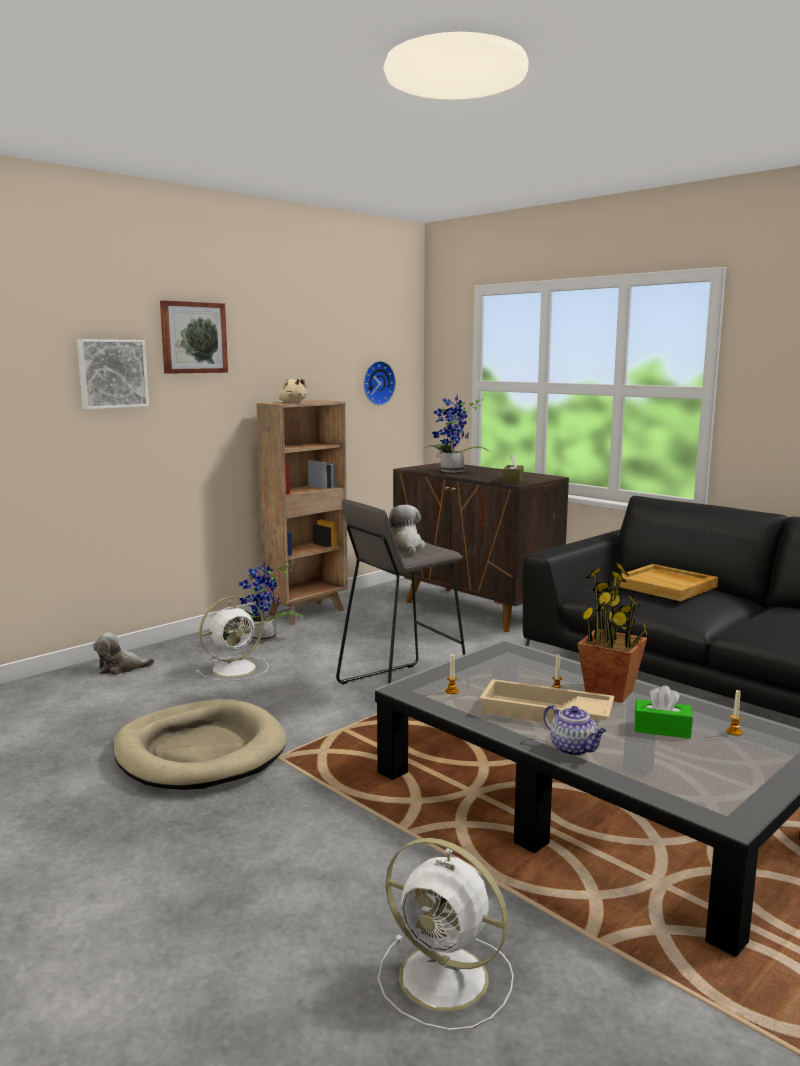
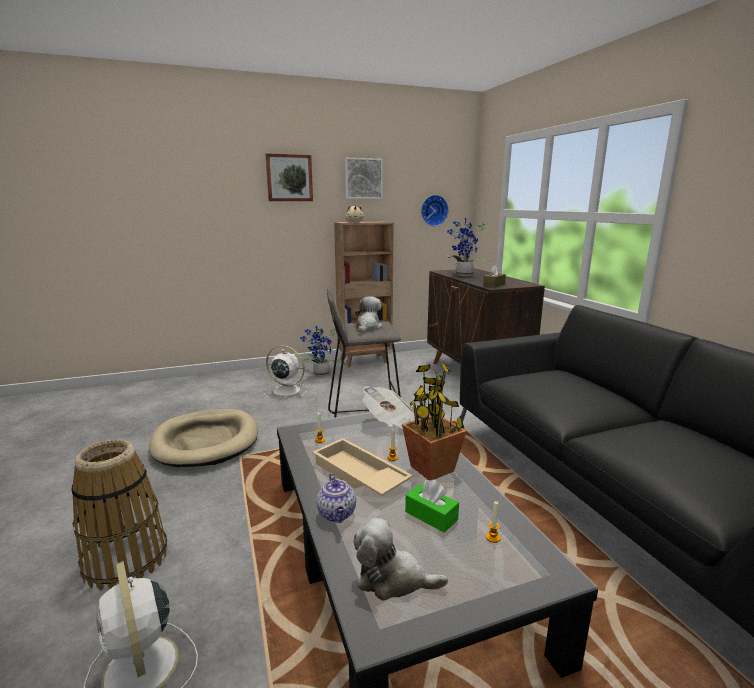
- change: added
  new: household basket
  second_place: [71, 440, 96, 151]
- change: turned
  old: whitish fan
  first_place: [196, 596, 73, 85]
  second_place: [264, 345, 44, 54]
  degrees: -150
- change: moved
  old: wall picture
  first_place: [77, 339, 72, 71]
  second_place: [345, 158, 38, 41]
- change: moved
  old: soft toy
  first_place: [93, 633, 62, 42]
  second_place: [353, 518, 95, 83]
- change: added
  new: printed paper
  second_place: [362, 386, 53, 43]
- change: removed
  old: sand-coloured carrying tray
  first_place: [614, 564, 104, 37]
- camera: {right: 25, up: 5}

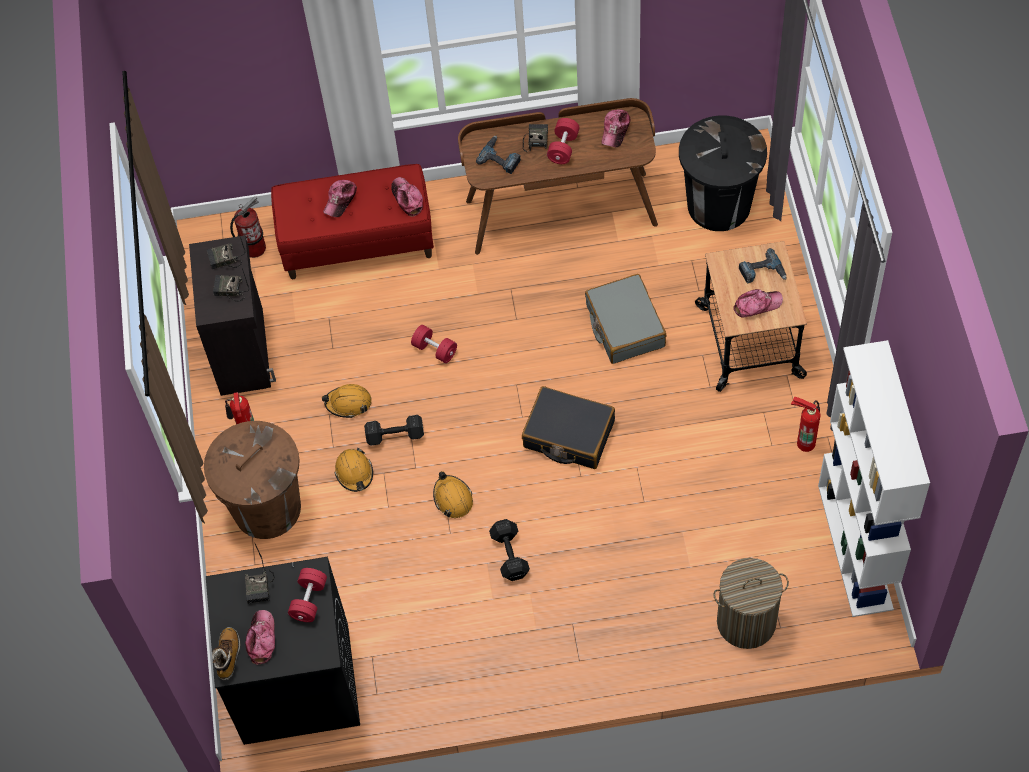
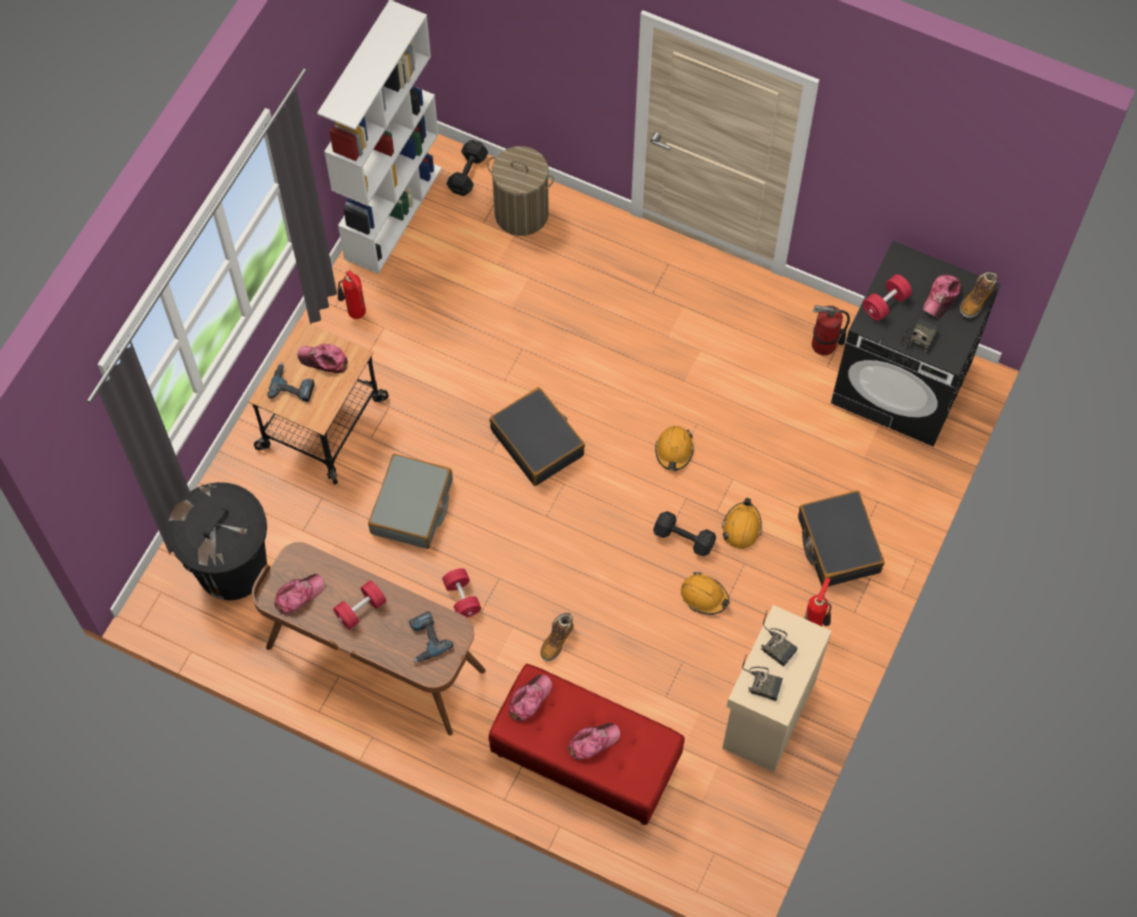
- change: moved
  old: red hand weight
  first_place: [411, 325, 46, 38]
  second_place: [442, 568, 39, 50]
- change: moved
  old: blackish hand weight
  first_place: [489, 519, 41, 62]
  second_place: [446, 140, 42, 56]
- change: turned
  old: cap
  first_place: [391, 177, 32, 40]
  second_place: [508, 674, 44, 47]
  degrees: -150
- change: added
  new: high-top boot
  second_place: [540, 613, 33, 48]
- change: recoloured
  old: blackish storage cabinet
  new: sand-coloured storage cabinet
  first_place: [189, 235, 87, 161]
  second_place: [722, 605, 110, 167]
- change: replaced
  old: brownish waste bin
  new: blackish piece of luggage
  first_place: [204, 421, 97, 118]
  second_place: [798, 491, 87, 96]
- change: moved
  old: fire-fighting cylinder
  first_place: [230, 196, 36, 62]
  second_place: [812, 305, 38, 50]
- change: removed
  old: radio receiver
  first_place: [523, 124, 25, 28]
- camera: {right: -150, up: 5}

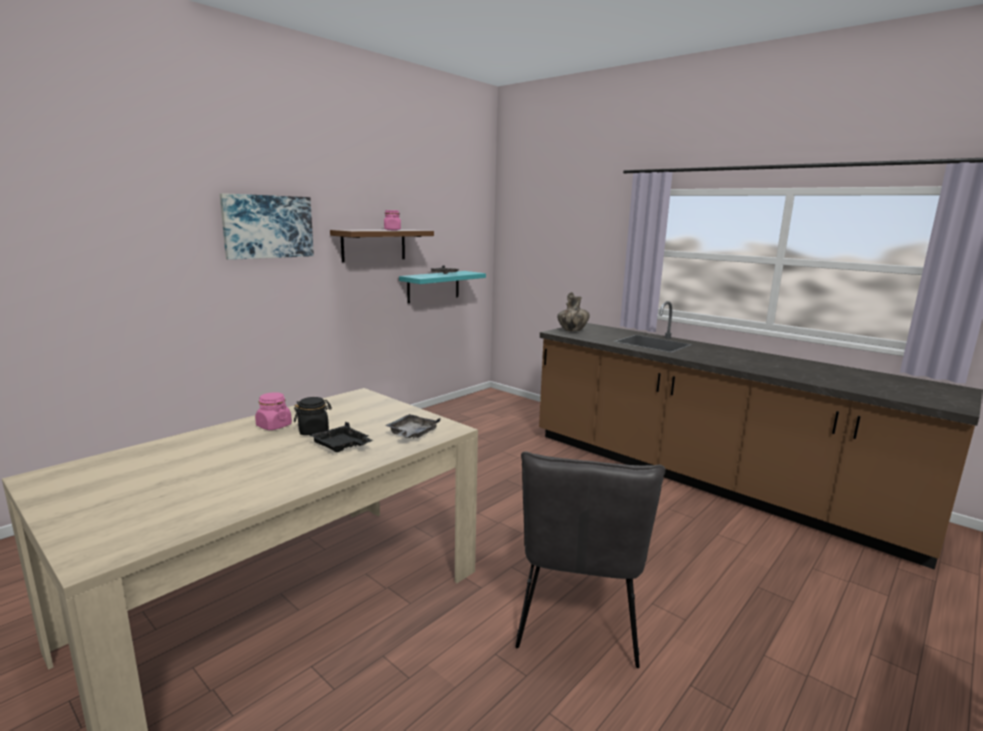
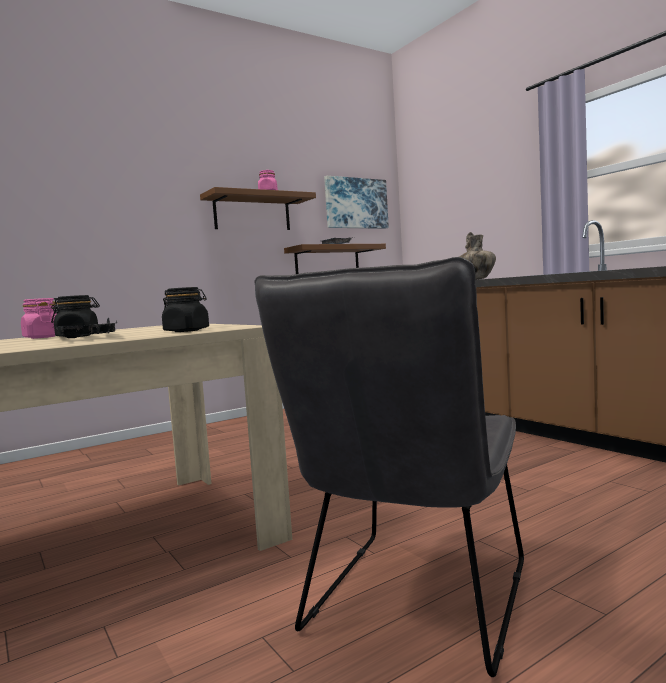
- change: replaced
  old: gray carrying tray
  new: blackish preserve jar
  first_place: [385, 414, 55, 24]
  second_place: [162, 287, 47, 45]
- change: recoloured
  old: blue-green wall shelf
  new: brownish wall shelf
  first_place: [399, 271, 87, 33]
  second_place: [284, 244, 102, 30]
- change: moved
  old: wall picture
  first_place: [220, 193, 94, 67]
  second_place: [324, 176, 65, 53]
- camera: {right: 15, up: -10}

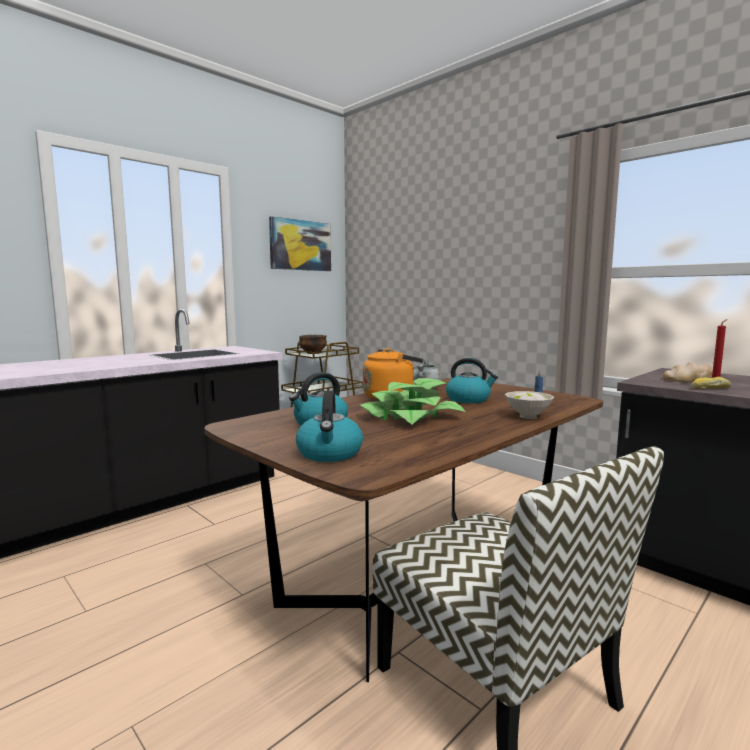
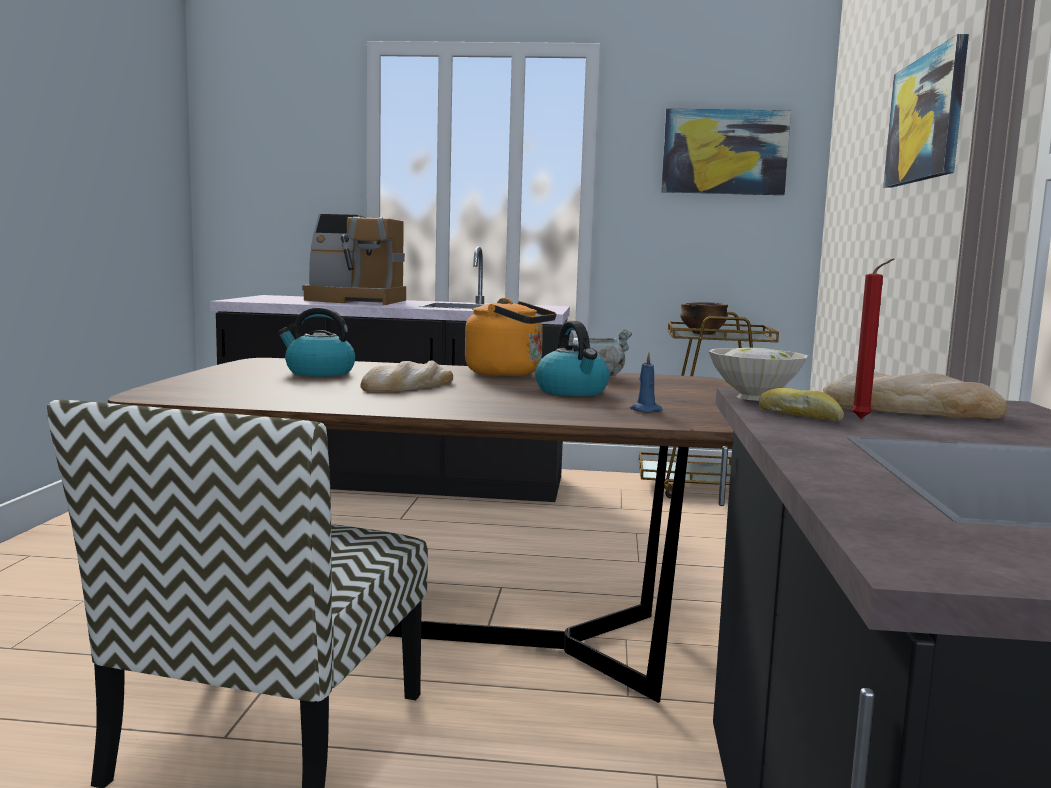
- change: added
  new: coffee machine
  second_place: [302, 214, 104, 91]
- change: replaced
  old: houseplant
  new: bread
  first_place: [360, 378, 105, 46]
  second_place: [361, 360, 92, 32]
- change: moved
  old: whitish bowl
  first_place: [505, 391, 49, 28]
  second_place: [708, 348, 100, 53]
- change: added
  new: wall picture
  second_place: [883, 34, 86, 154]
- change: removed
  old: water kettle
  first_place: [296, 390, 67, 72]
- camera: {right: 50, up: 0}

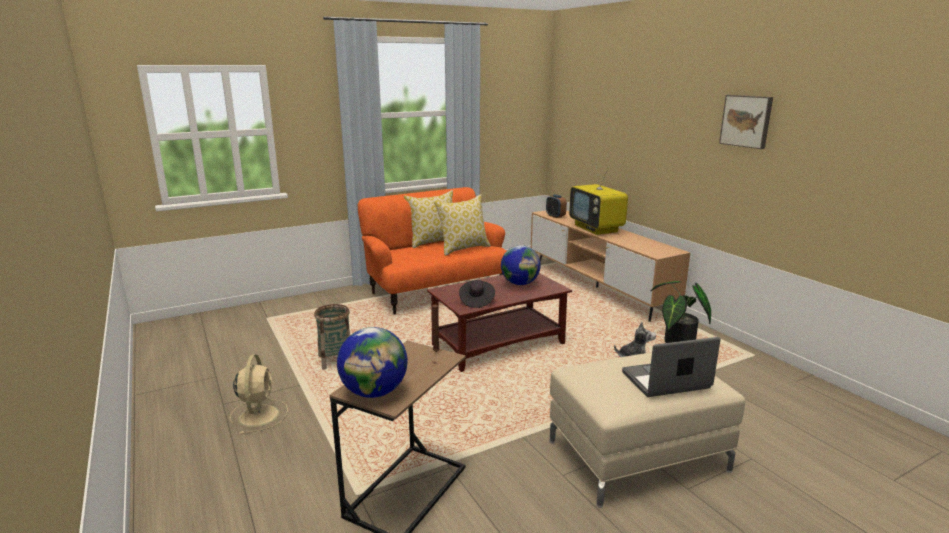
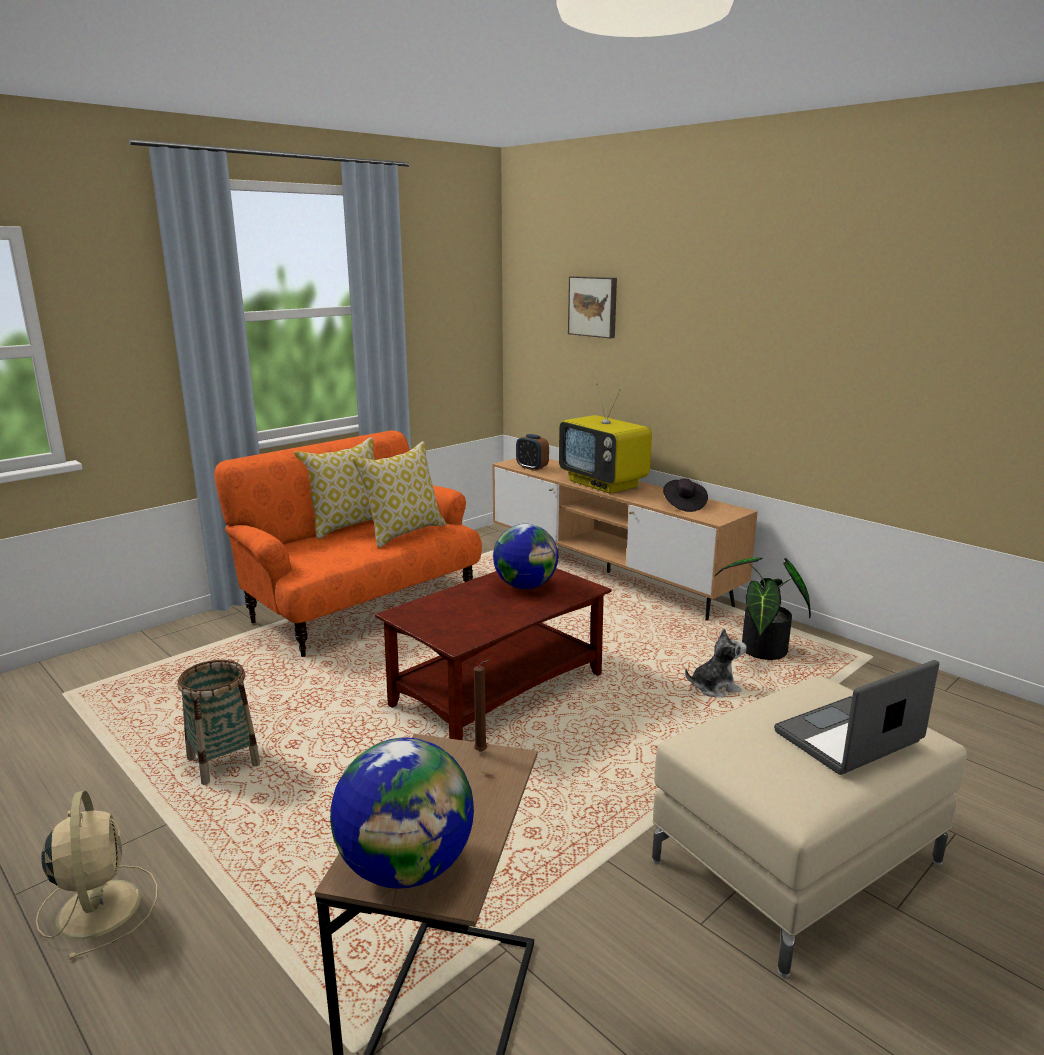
- change: moved
  old: wall picture
  first_place: [719, 95, 54, 54]
  second_place: [568, 276, 49, 62]
- change: moved
  old: blackish clothing hat
  first_place: [459, 280, 36, 28]
  second_place: [663, 478, 45, 34]
- camera: {right: -15, up: 0}

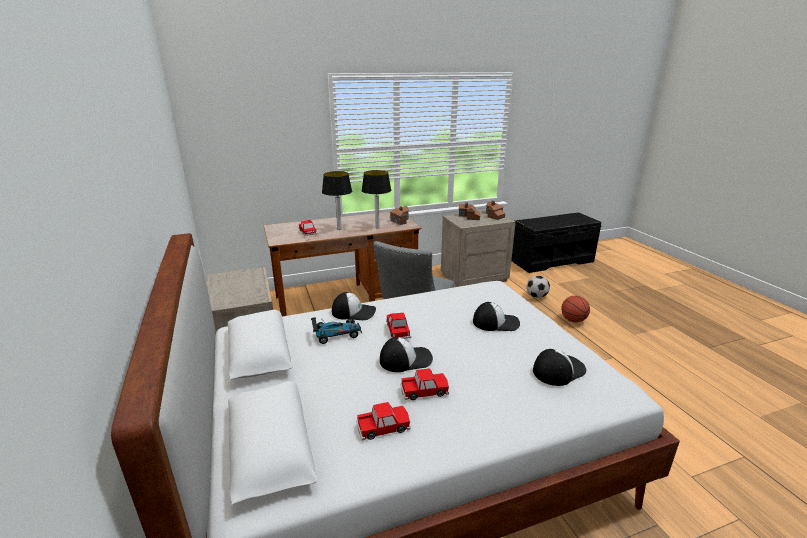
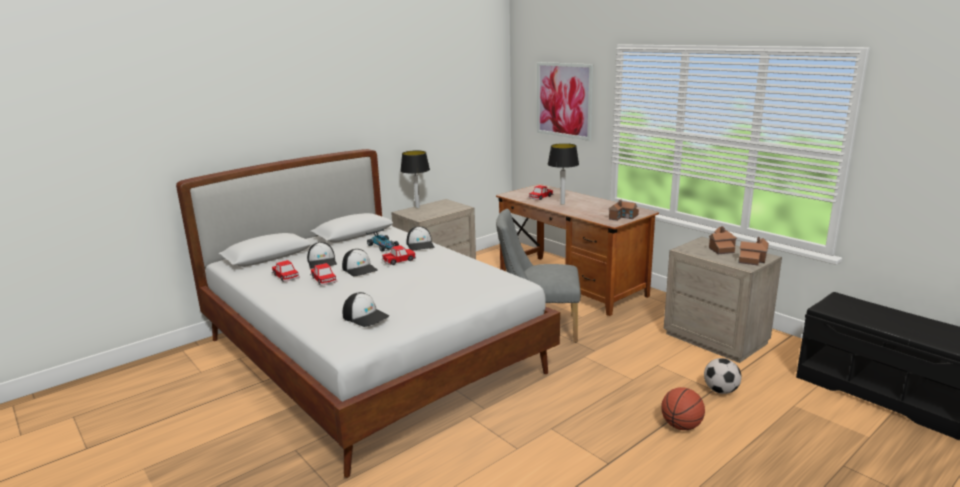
- change: moved
  old: cap
  first_place: [473, 302, 47, 29]
  second_place: [307, 242, 30, 26]
- change: moved
  old: tabletop lamp
  first_place: [361, 170, 30, 58]
  second_place: [400, 150, 30, 58]
- change: added
  new: wall picture
  second_place: [537, 62, 56, 79]
- camera: {right: 70, up: -5}

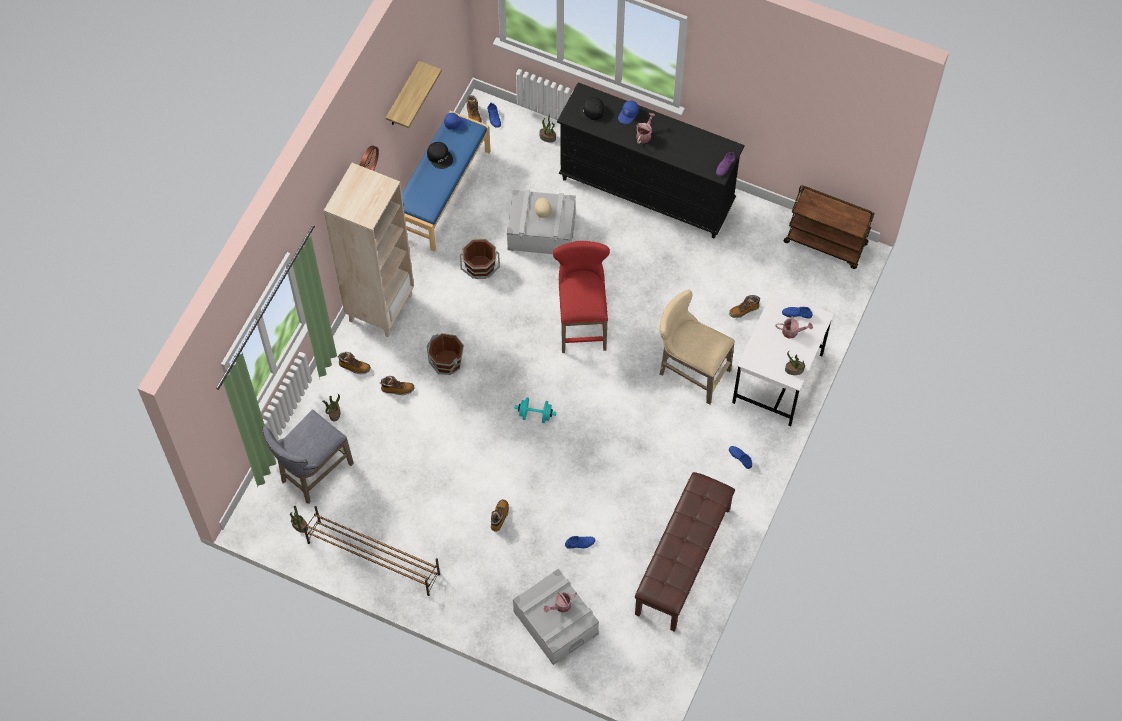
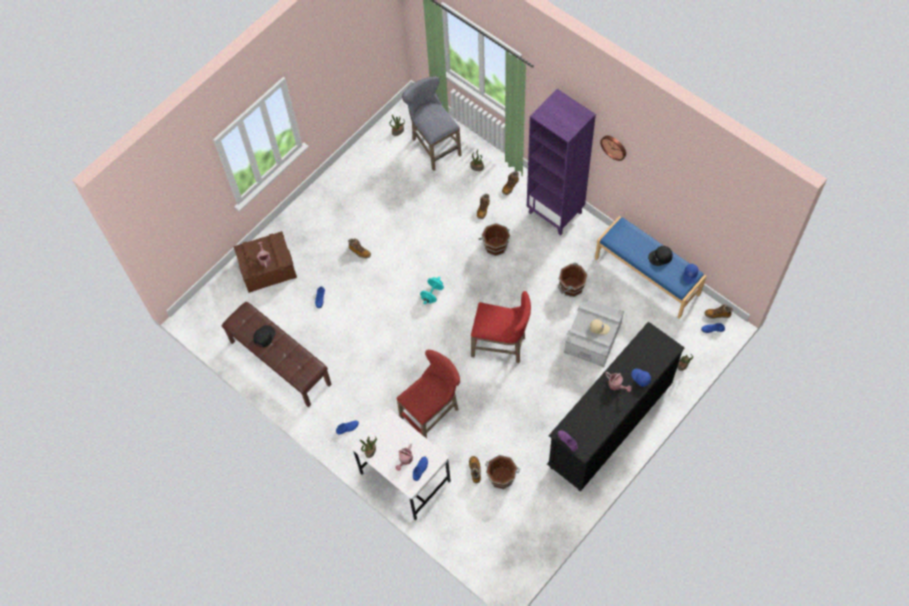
- change: recoloured
  old: gray storage box
  new: brownish storage box
  first_place: [513, 568, 86, 97]
  second_place: [233, 231, 64, 62]
- change: moved
  old: blackish cap
  first_place: [575, 97, 30, 23]
  second_place: [253, 325, 22, 22]
- change: recoloured
  old: sand-coloured sitting stool
  new: red sitting stool
  first_place: [659, 290, 76, 115]
  second_place: [396, 349, 64, 90]
- change: added
  new: brownish bucket
  second_place: [485, 455, 35, 34]
- change: recoloured
  old: sand-coloured bookshelf
  new: purple-coloured bookshelf
  first_place: [324, 163, 90, 175]
  second_place: [527, 89, 69, 147]
- change: removed
  old: brownish shoe rack
  first_place: [303, 506, 137, 90]
- change: removed
  old: wall shelf
  first_place: [386, 61, 56, 67]
- change: removed
  old: brownish cart
  first_place: [783, 185, 92, 84]
- camera: {right: 110, up: 0}

